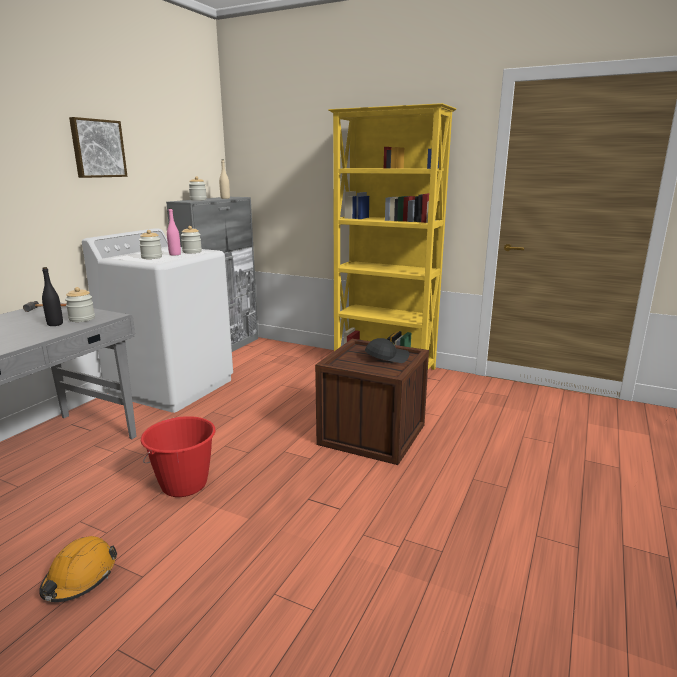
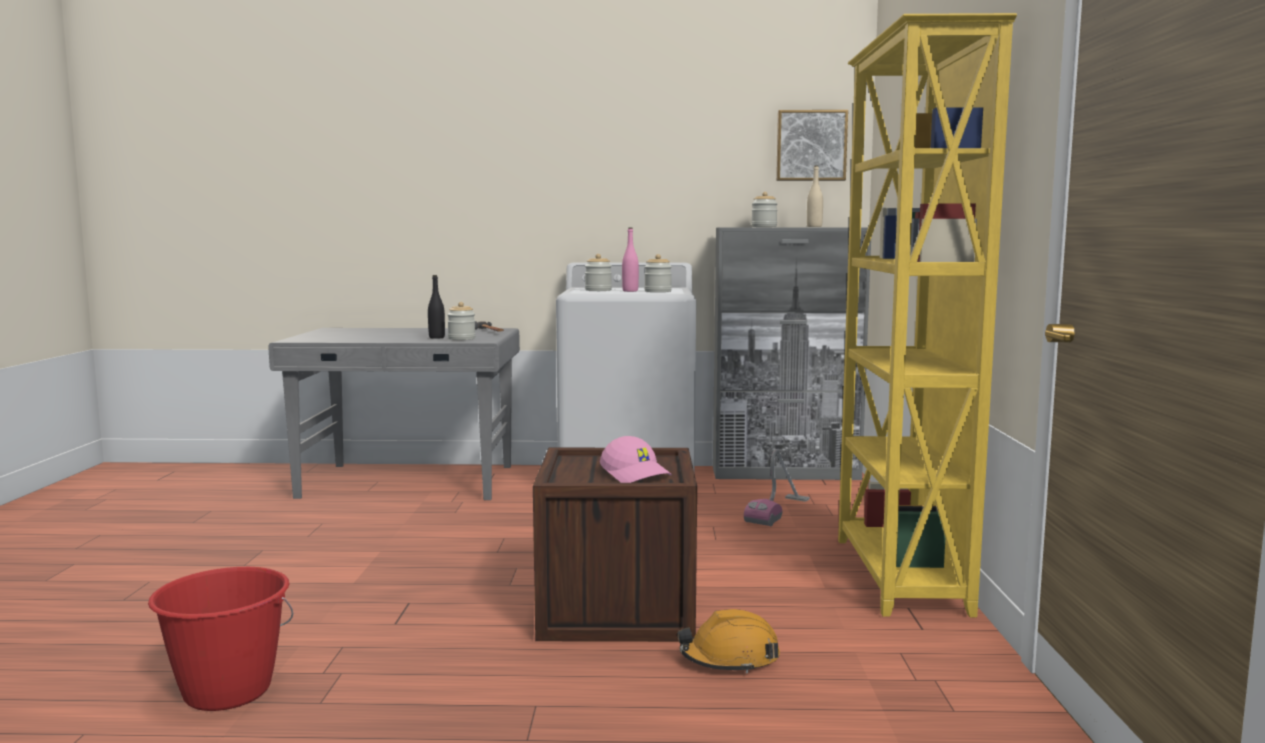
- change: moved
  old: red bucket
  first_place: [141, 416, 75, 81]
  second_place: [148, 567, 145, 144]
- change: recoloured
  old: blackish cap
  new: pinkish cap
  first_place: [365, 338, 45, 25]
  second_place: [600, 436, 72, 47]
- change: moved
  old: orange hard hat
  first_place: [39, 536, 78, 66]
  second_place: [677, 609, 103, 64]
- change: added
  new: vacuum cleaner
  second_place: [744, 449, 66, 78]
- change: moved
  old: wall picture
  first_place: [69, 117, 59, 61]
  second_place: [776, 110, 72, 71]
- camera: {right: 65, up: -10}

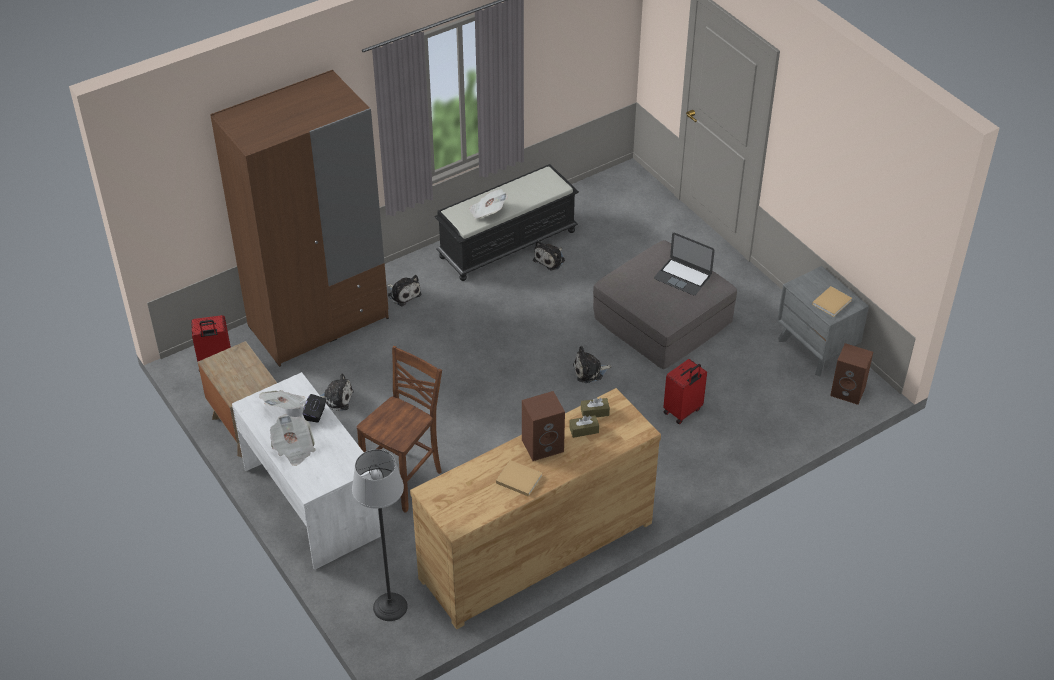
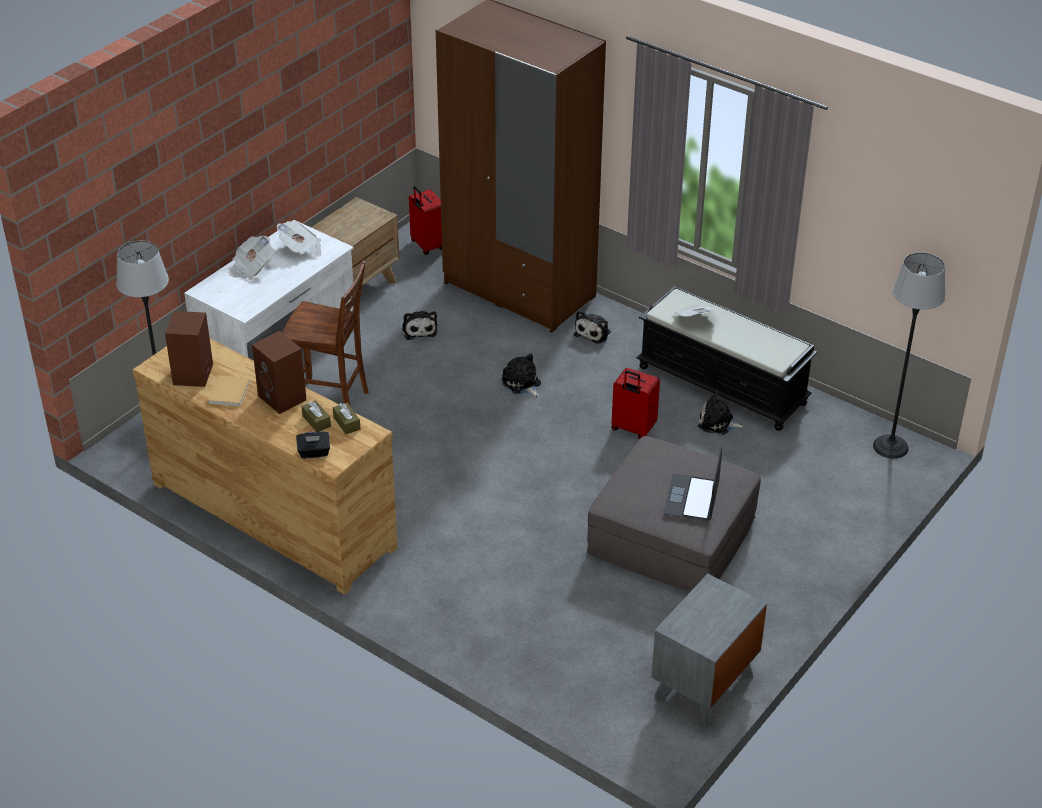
- change: moved
  old: brownish audio speaker
  first_place: [830, 343, 43, 62]
  second_place: [165, 311, 48, 76]
- change: moved
  old: blackish tissue holder
  first_place: [303, 394, 23, 29]
  second_place: [296, 431, 34, 27]
- change: moved
  old: soft toy
  first_place: [573, 346, 39, 37]
  second_place: [502, 353, 39, 44]
- change: moved
  old: red piece of luggage
  first_place: [663, 359, 44, 65]
  second_place: [611, 368, 49, 71]
- change: added
  new: standing lamp
  second_place: [873, 252, 72, 207]
- change: removed
  old: sand-coloured volume
  first_place: [812, 286, 40, 31]
- camera: {right: 70, up: -5}

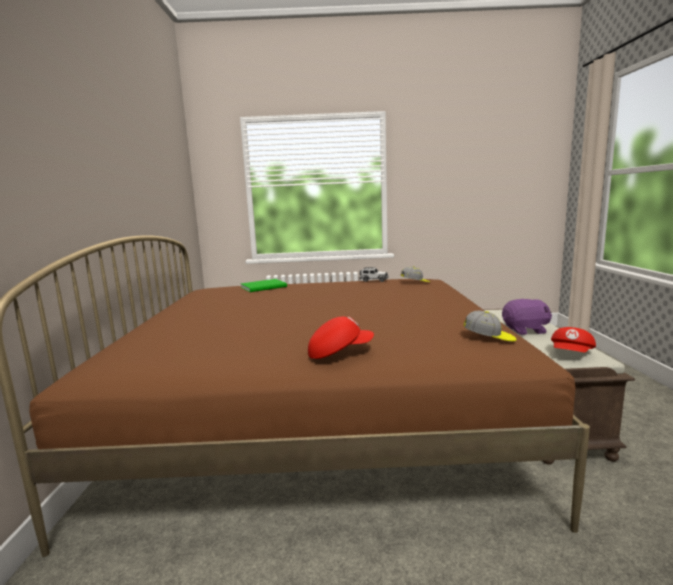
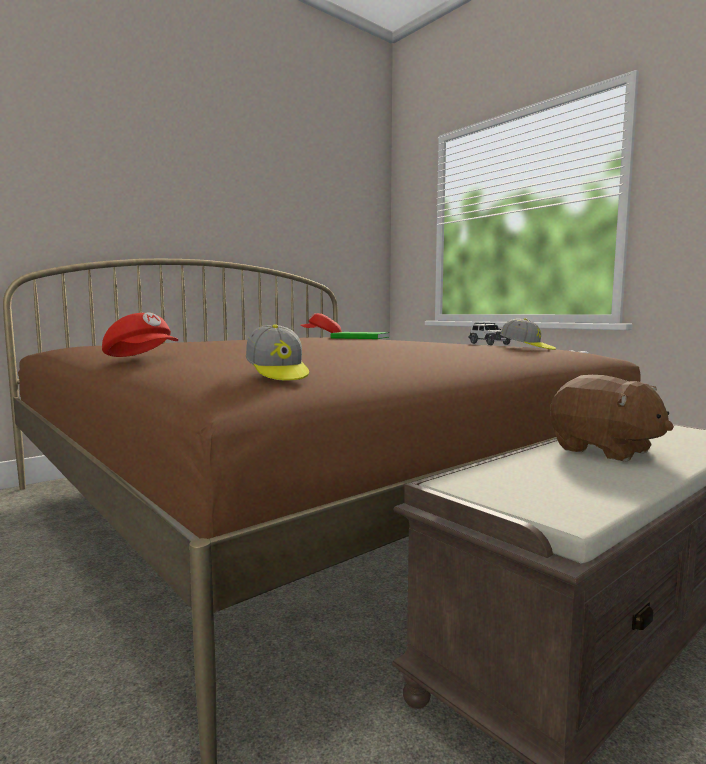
- change: moved
  old: red cap
  first_place: [551, 327, 45, 26]
  second_place: [300, 313, 42, 20]
- change: recoloured
  old: purple-coloured soft toy
  new: brownish soft toy
  first_place: [502, 299, 50, 36]
  second_place: [550, 375, 124, 87]
- camera: {right: 50, up: -5}

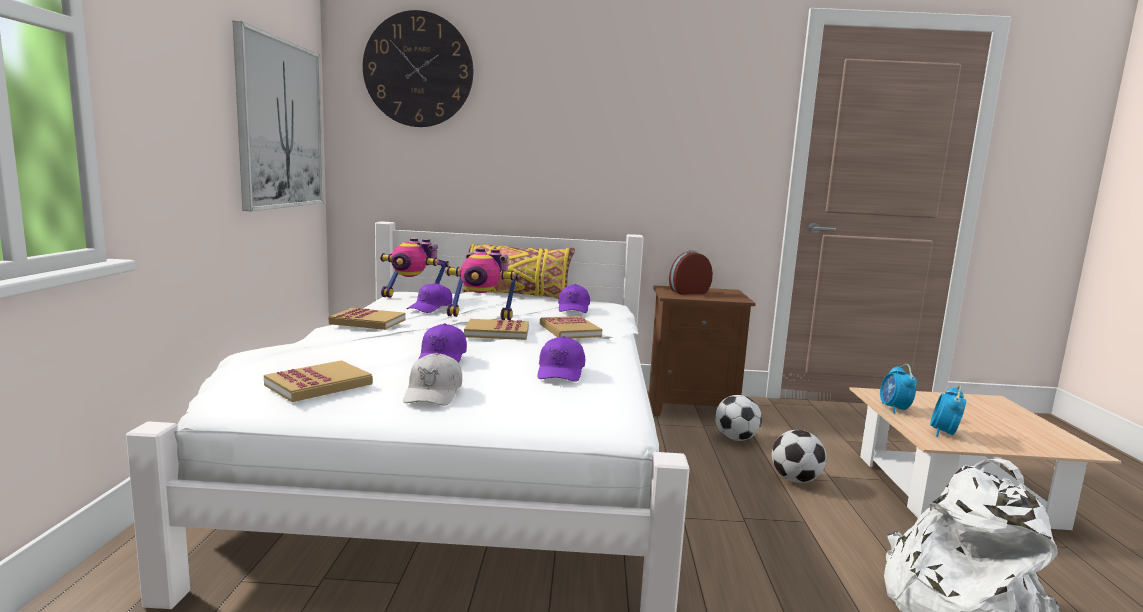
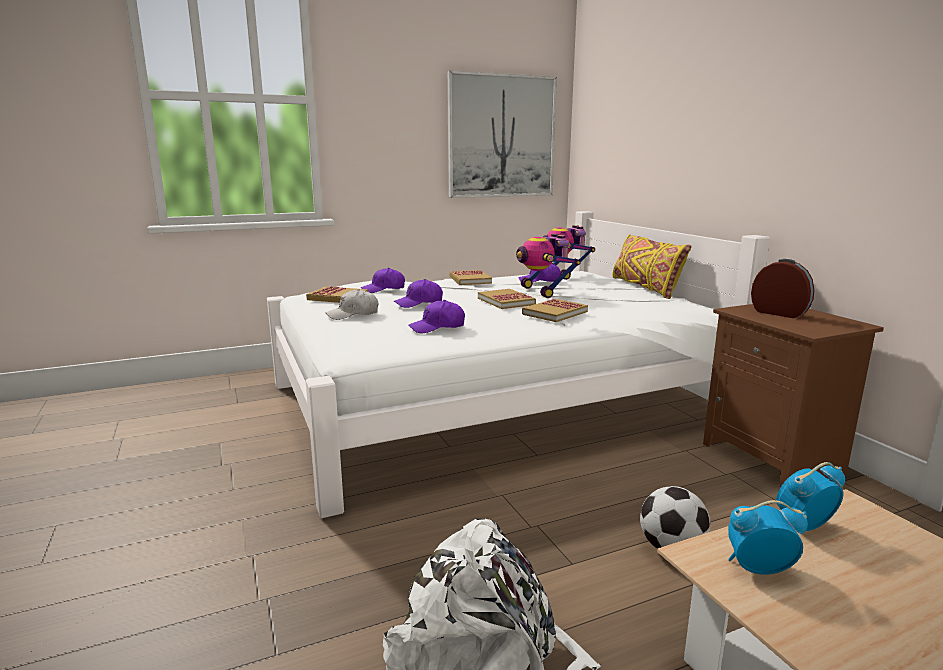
- change: moved
  old: purple-coloured cap
  first_place: [558, 284, 32, 29]
  second_place: [361, 268, 44, 25]
- change: removed
  old: wall clock
  first_place: [363, 10, 110, 117]
- change: removed
  old: ball for football
  first_place: [715, 395, 47, 46]
- camera: {right: 65, up: 5}

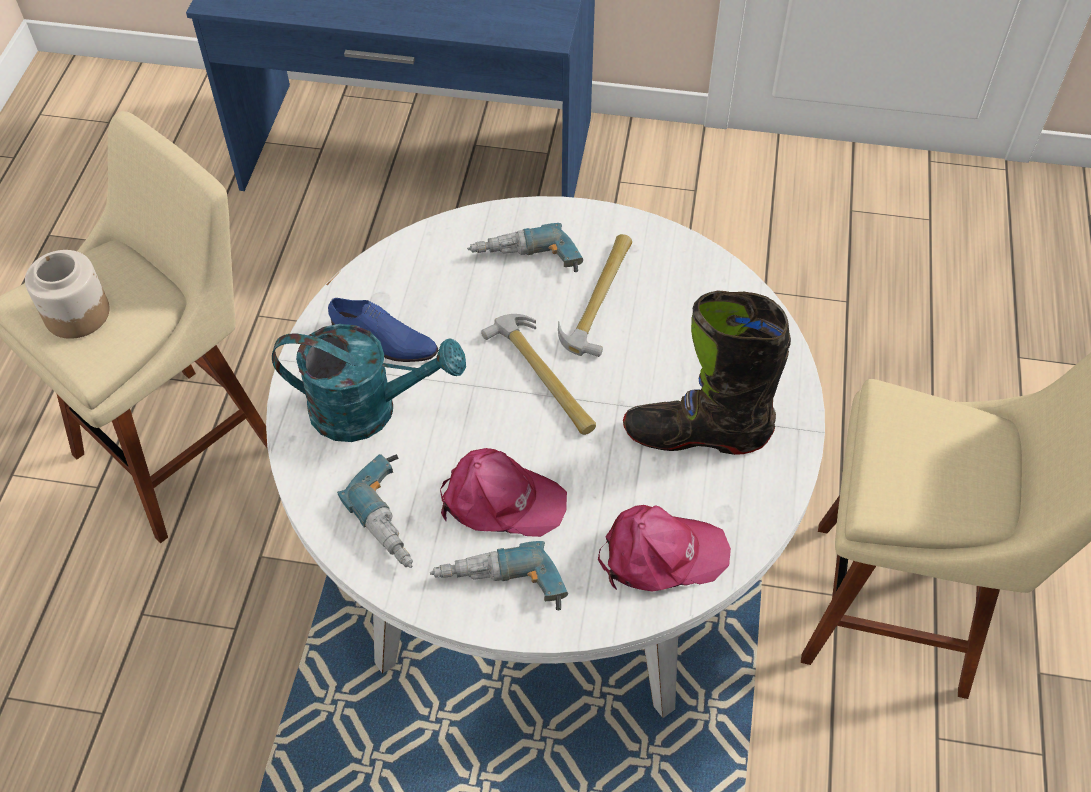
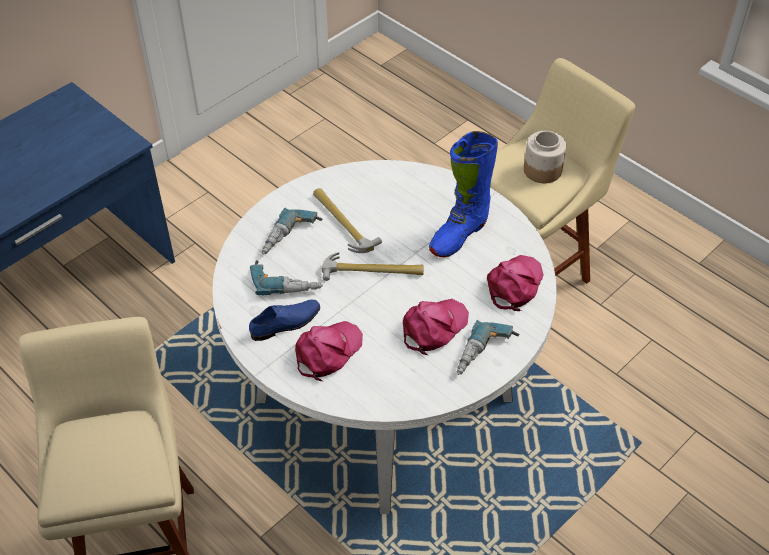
- change: moved
  old: power drill
  first_place: [337, 454, 76, 114]
  second_place: [250, 260, 73, 35]
- change: replaced
  old: blue-green watering can
  new: pinkish cap
  first_place: [272, 324, 194, 118]
  second_place: [295, 321, 68, 60]
- change: recoloured
  old: blackish high-top boot
  new: blue high-top boot
  first_place: [623, 290, 168, 165]
  second_place: [429, 131, 69, 126]
- change: moved
  old: preserve jar
  first_place: [25, 250, 85, 89]
  second_place: [524, 131, 42, 52]
- camera: {right: -55, up: -5}

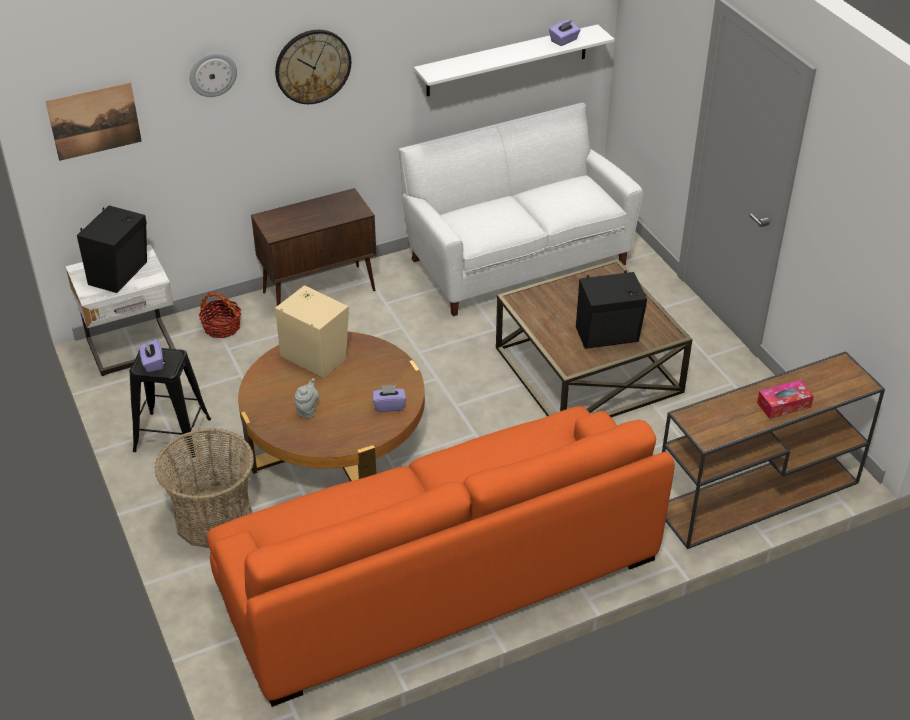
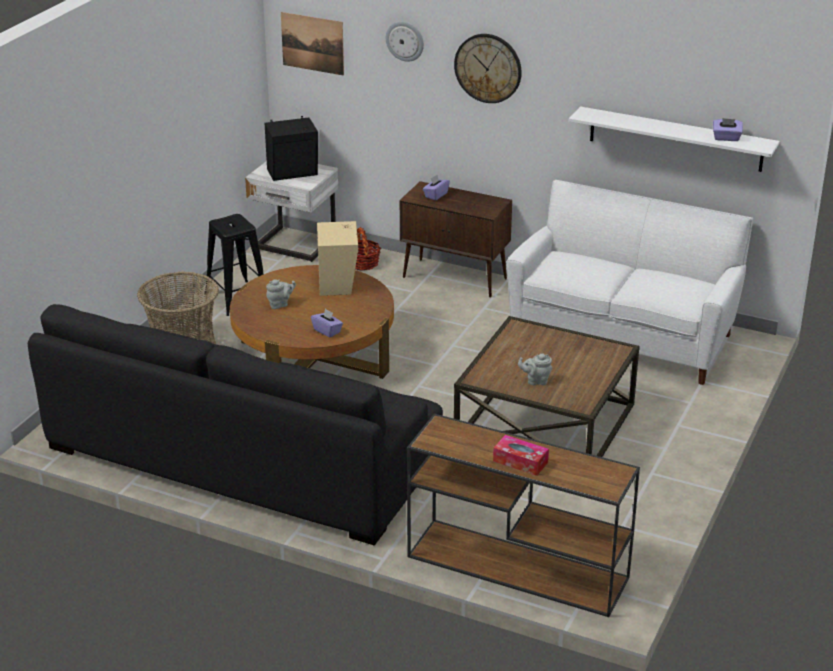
- change: recoloured
  old: orange sofa
  new: blackish sofa
  first_place: [207, 406, 467, 301]
  second_place: [28, 304, 415, 241]
- change: moved
  old: purple-coloured tissue holder
  first_place: [139, 339, 24, 33]
  second_place: [423, 175, 27, 25]
- change: replaced
  old: blackish audio speaker
  new: gray pot for tea
  first_place: [576, 270, 71, 79]
  second_place: [518, 354, 34, 31]
- camera: {right: 50, up: -10}

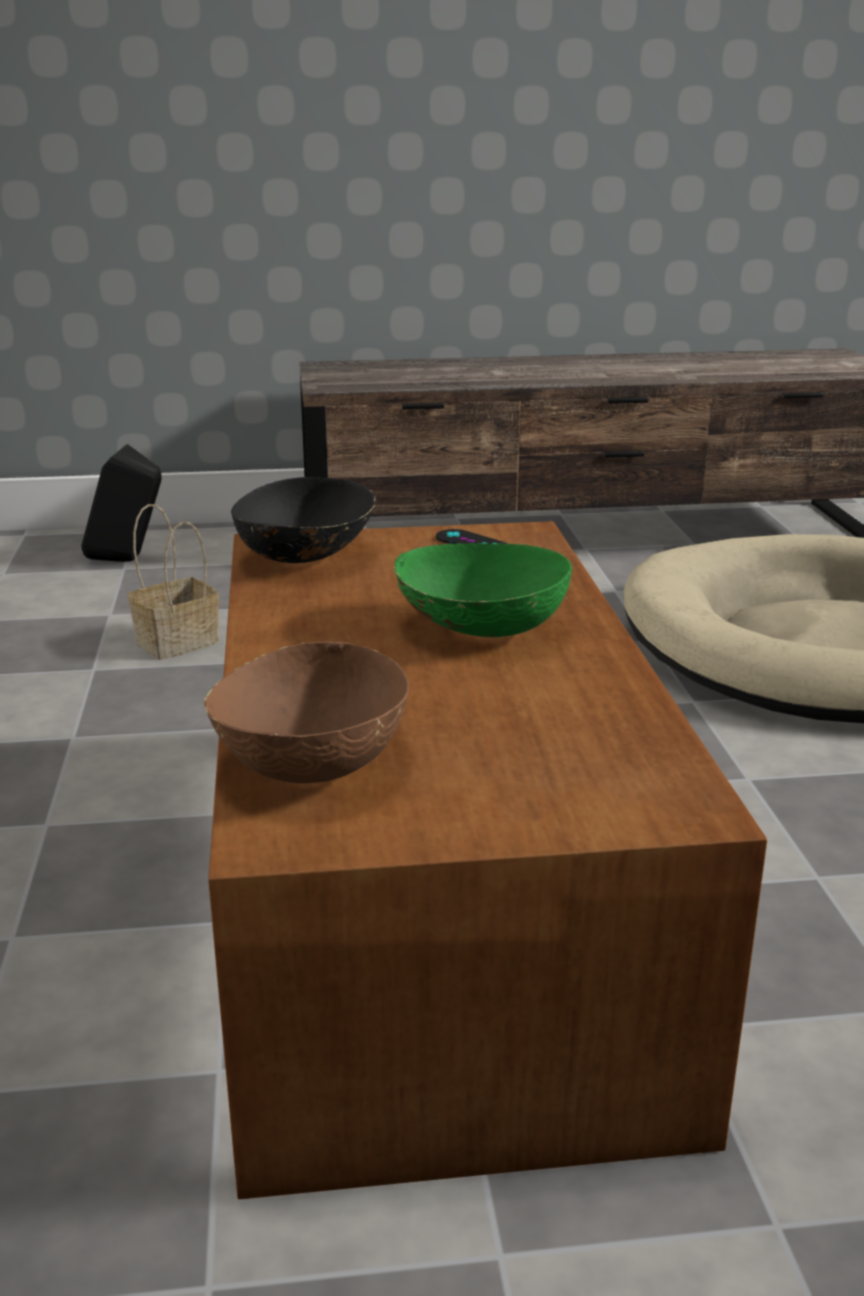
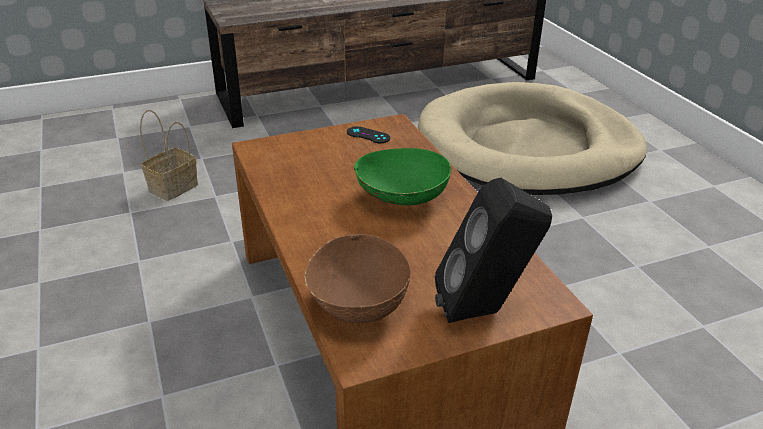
- change: moved
  old: blackish audio speaker
  first_place: [81, 444, 80, 118]
  second_place: [435, 178, 117, 145]
- change: removed
  old: blackish bowl
  first_place: [231, 477, 145, 86]
- camera: {right: -15, up: 10}

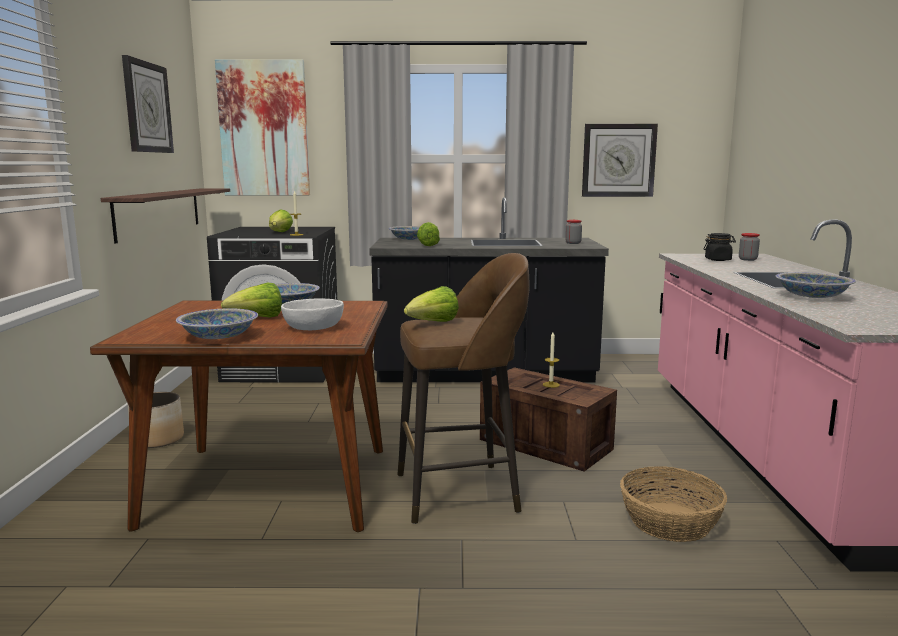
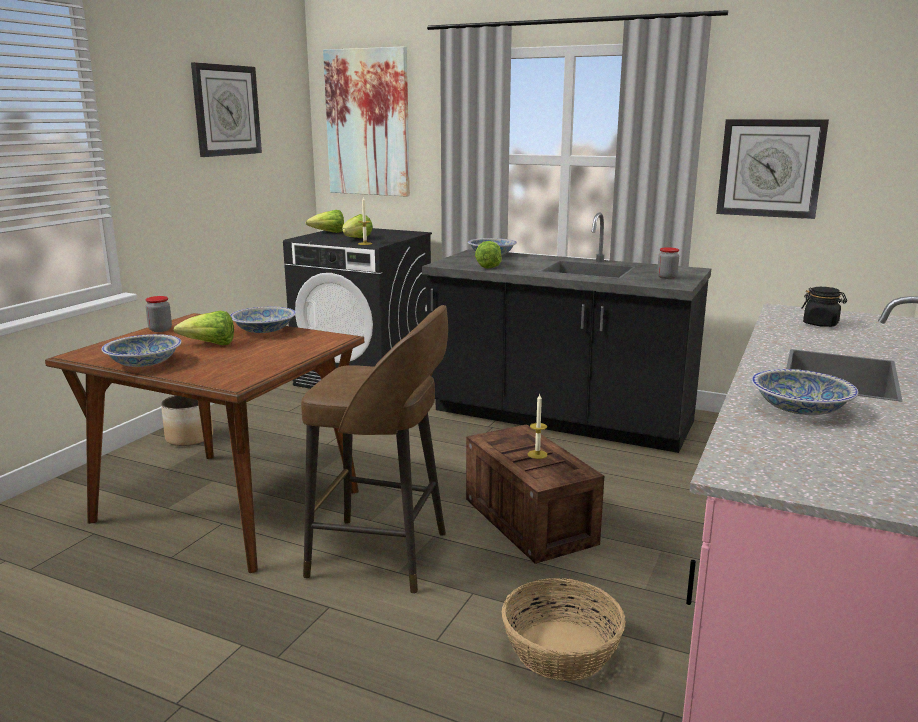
- change: moved
  old: preserve jar
  first_place: [739, 233, 21, 28]
  second_place: [145, 296, 27, 36]
- change: moved
  old: head of lettuce
  first_place: [404, 286, 55, 36]
  second_place: [306, 210, 38, 23]
- change: removed
  old: wall shelf
  first_place: [101, 189, 129, 55]
- change: removed
  old: whitish bowl
  first_place: [281, 299, 63, 31]
- camera: {right: 25, up: 5}

